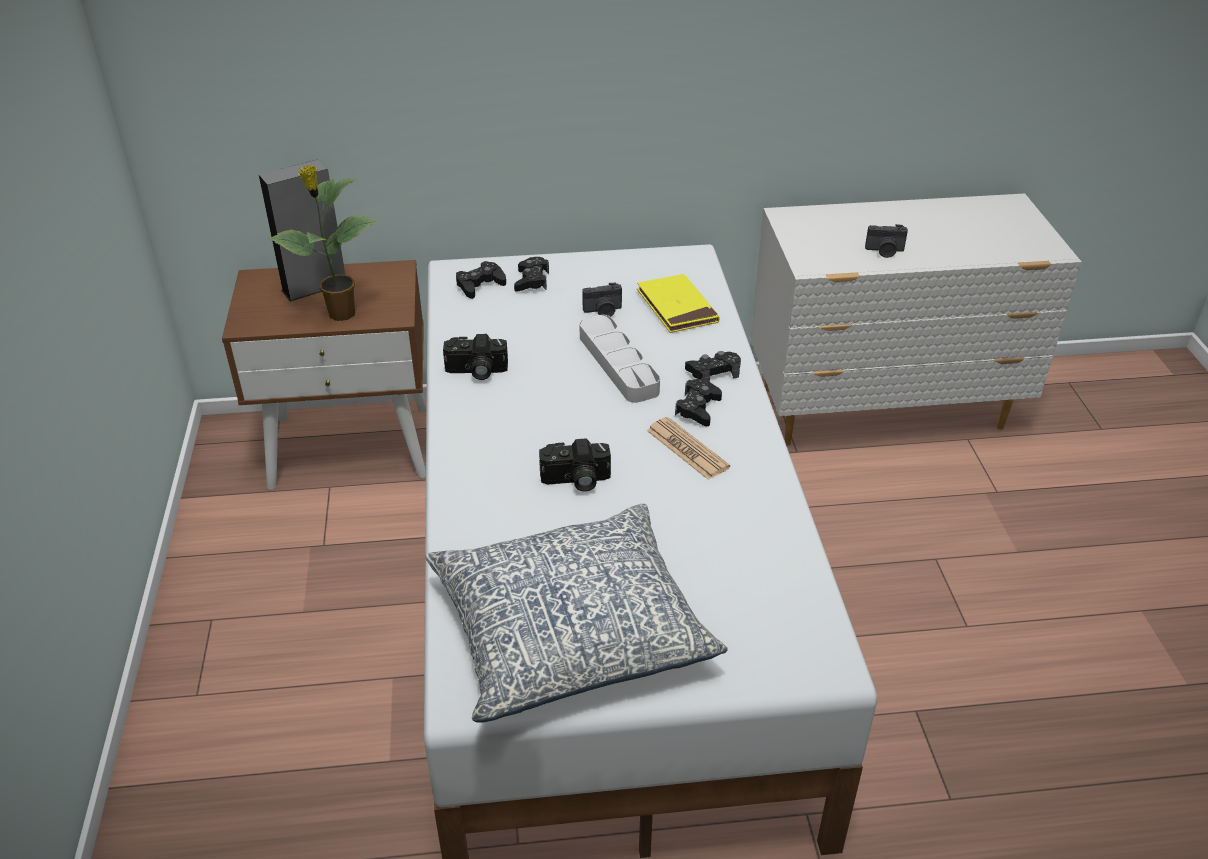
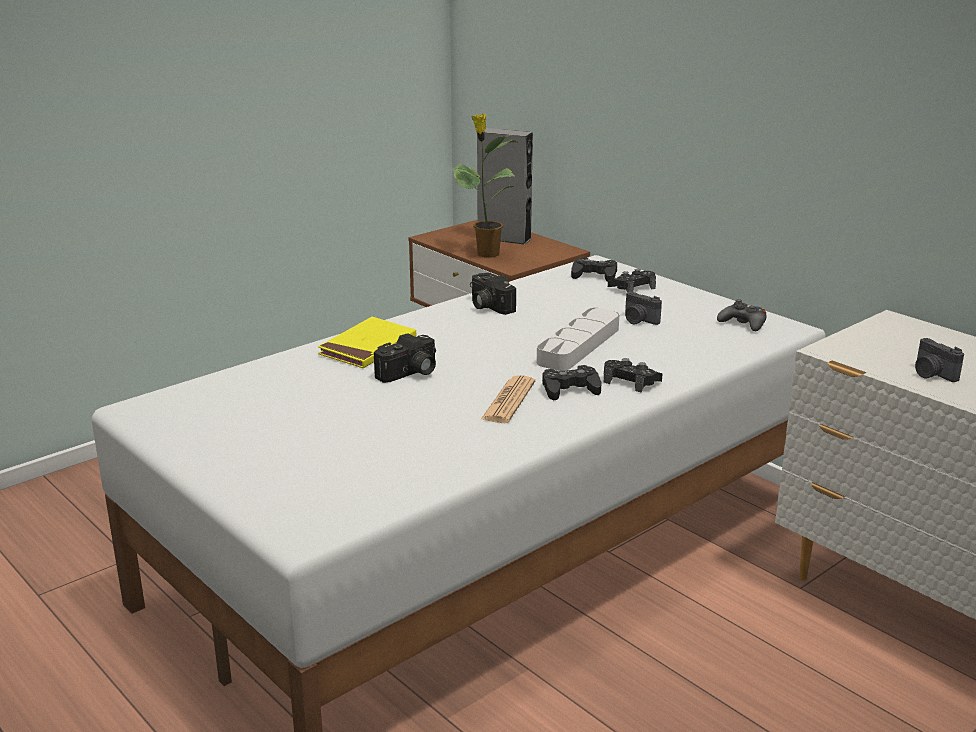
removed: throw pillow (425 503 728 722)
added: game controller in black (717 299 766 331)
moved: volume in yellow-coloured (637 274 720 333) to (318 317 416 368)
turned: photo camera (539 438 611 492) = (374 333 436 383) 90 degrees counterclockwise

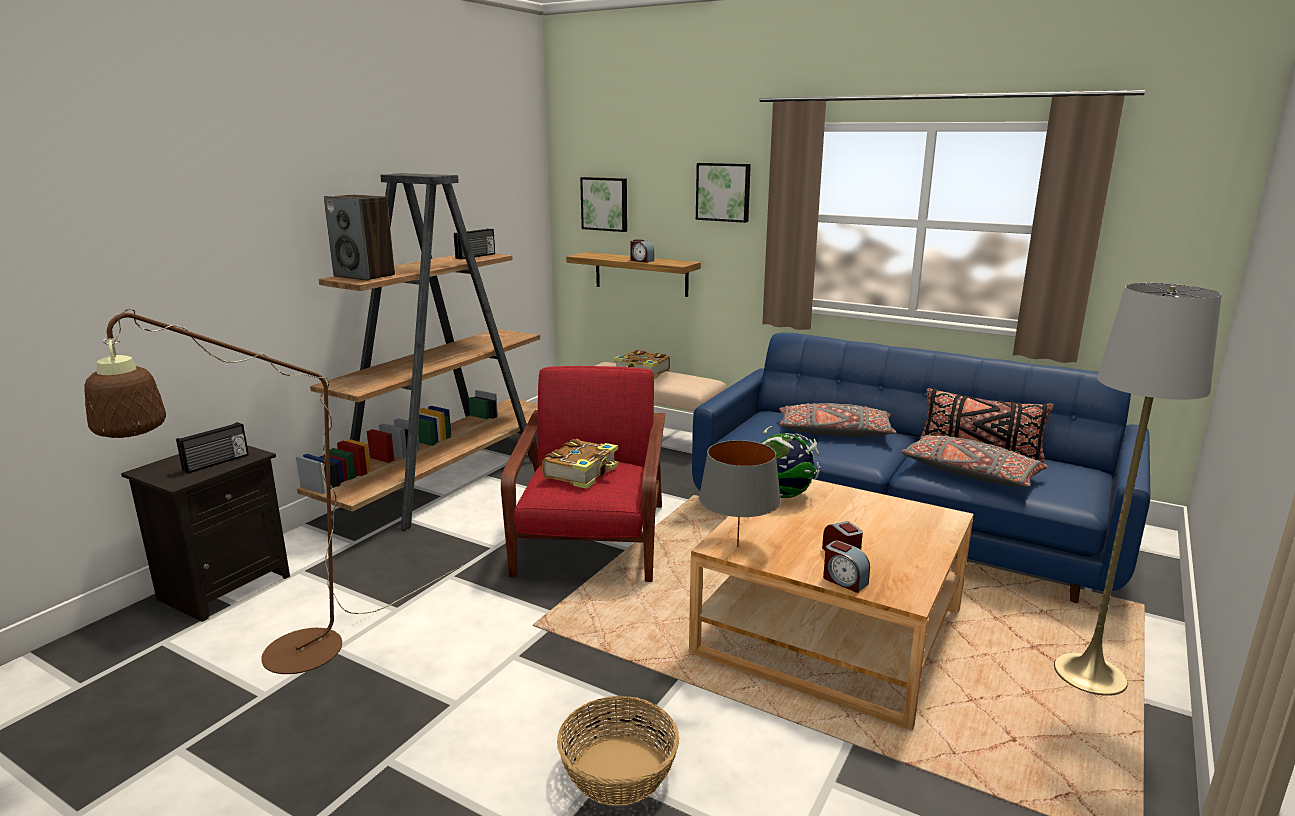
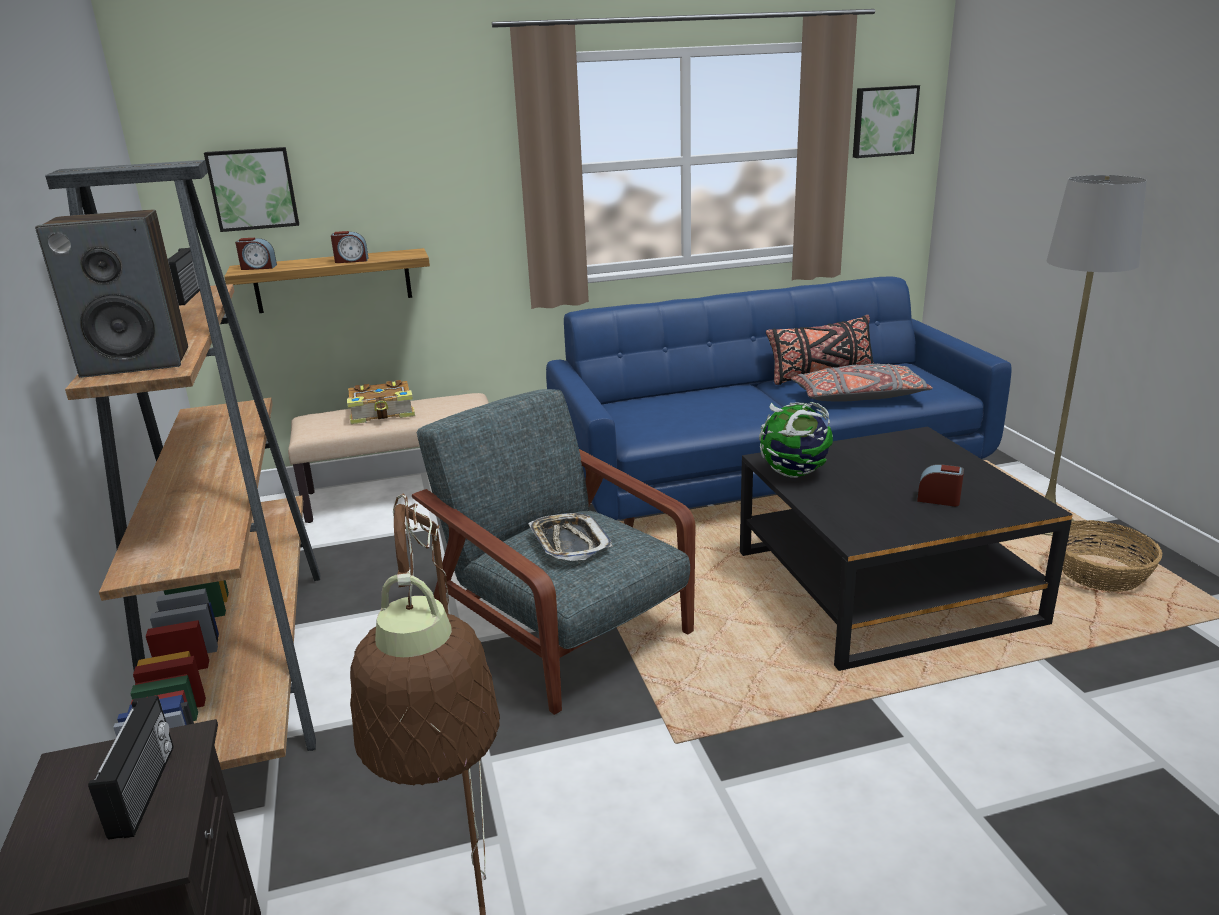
removed: throw pillow in greyish (779 403 896 437); lamp for a table in greyish (699 440 781 547)
moved: picture (696 163 751 223) to (853 85 920 158); alarm clock (823 541 870 593) to (235 238 277 270); storage basket (557 696 679 806) to (1052 520 1162 592)
replaced: volume (542 439 618 489) to tray (528 513 612 561)
recoloured: armchair in red-coloured (501 366 665 582) to armchair in greyish (412 389 695 715); coffee table in sand-coloured (689 479 974 731) to coffee table in black (740 427 1073 671)

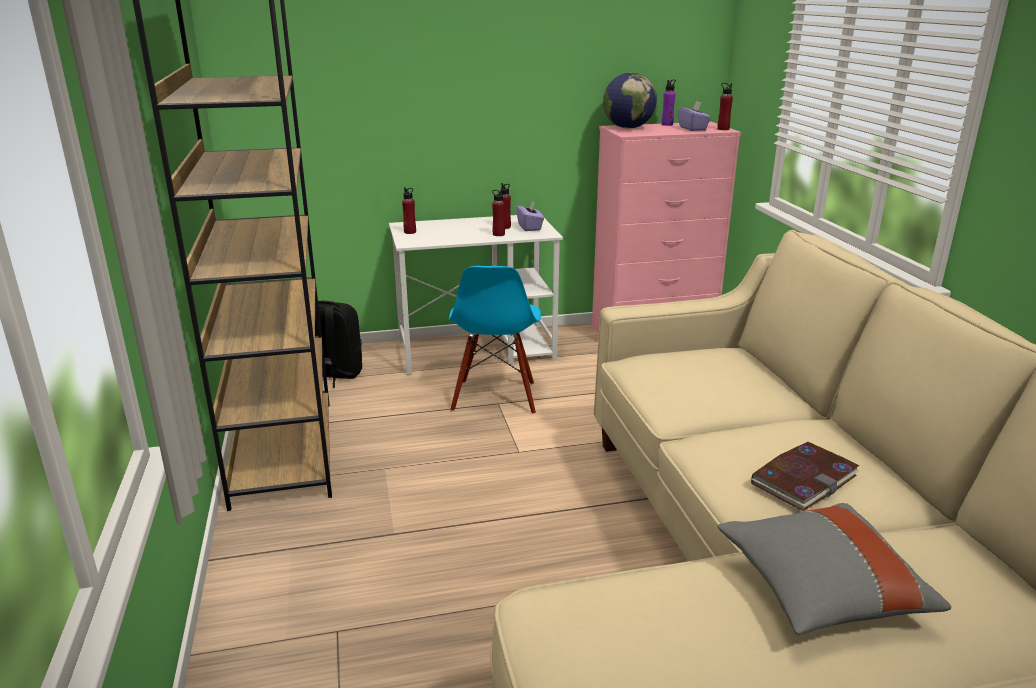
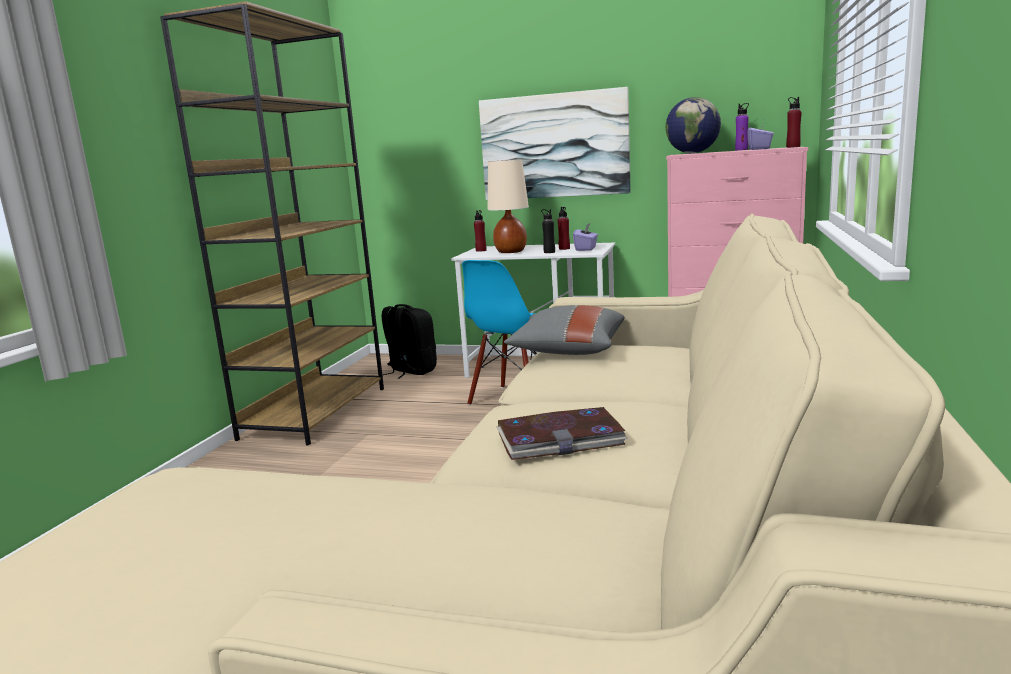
added: picture (479 87 630 200); lamp for a table in sand-coloured (488 159 529 253)
moved: throw pillow in greyish (717 503 951 635) to (504 305 625 355)
recoloured: drink bottle in red-coloured (492 189 505 236) to drink bottle in black (541 209 555 253)

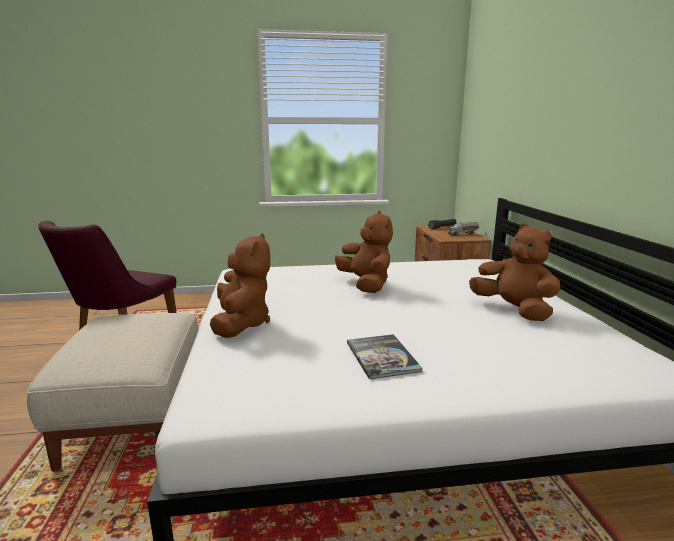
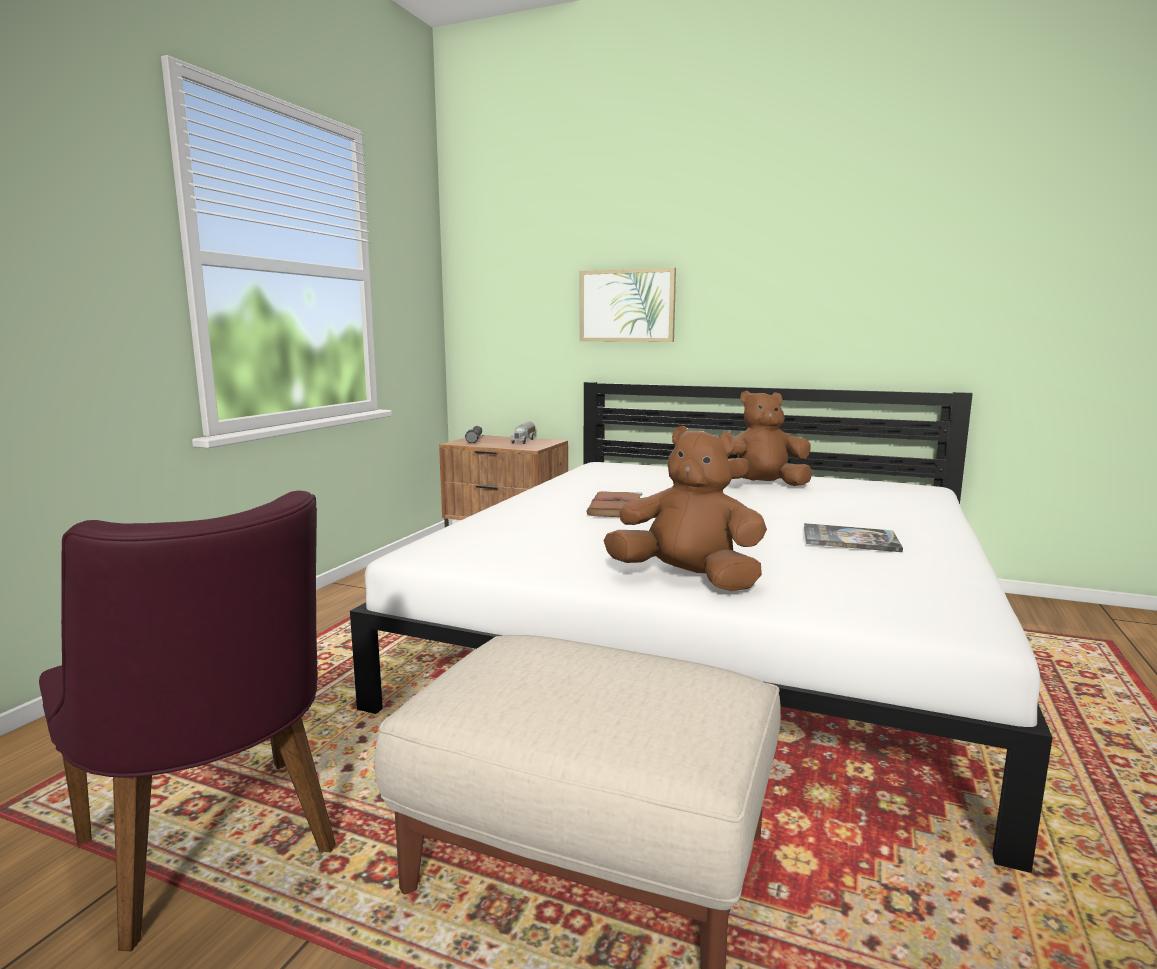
added: picture (580 268 676 342)
replaced: soft toy in brownish (335 211 393 293) to volume in brownish (586 491 642 517)

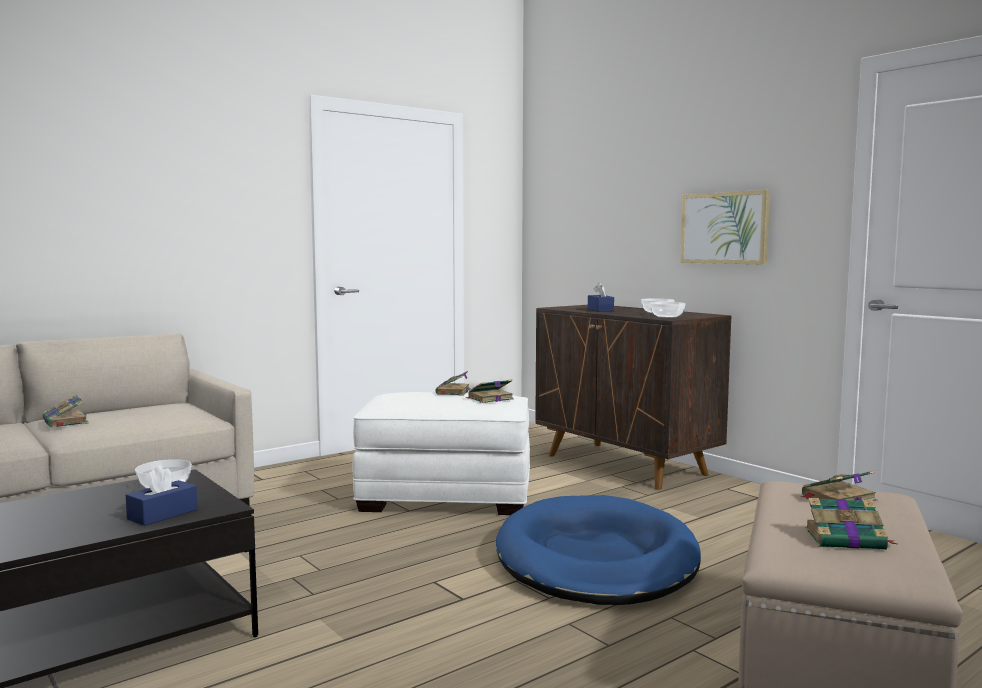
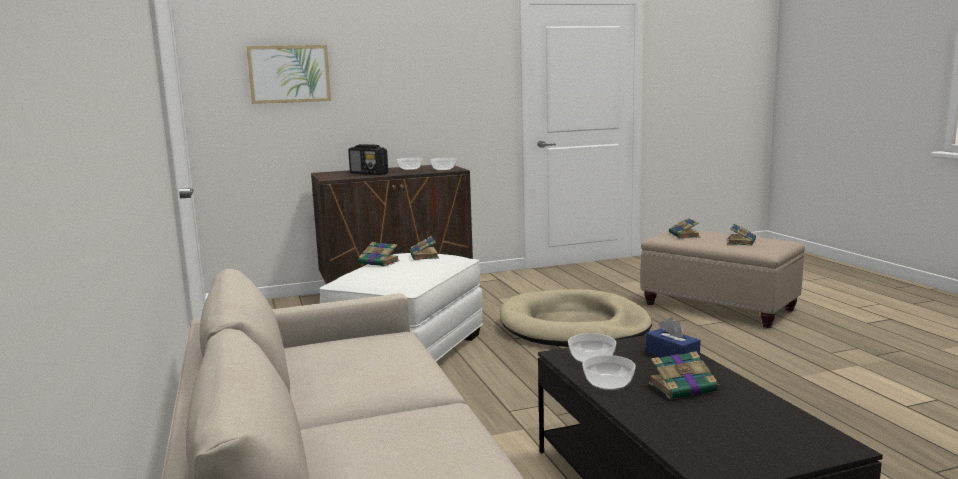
added: bowl (582 355 636 390)
moved: picture (680 190 770 265) to (246 45 331 104); volume (43 395 89 428) to (649 351 721 399)
replaced: tissue box in blue (588 283 614 311) to radio (348 144 388 175)
recoloured: dog cushion in blue (496 495 701 605) to dog cushion in sand-coloured (500 289 652 347)

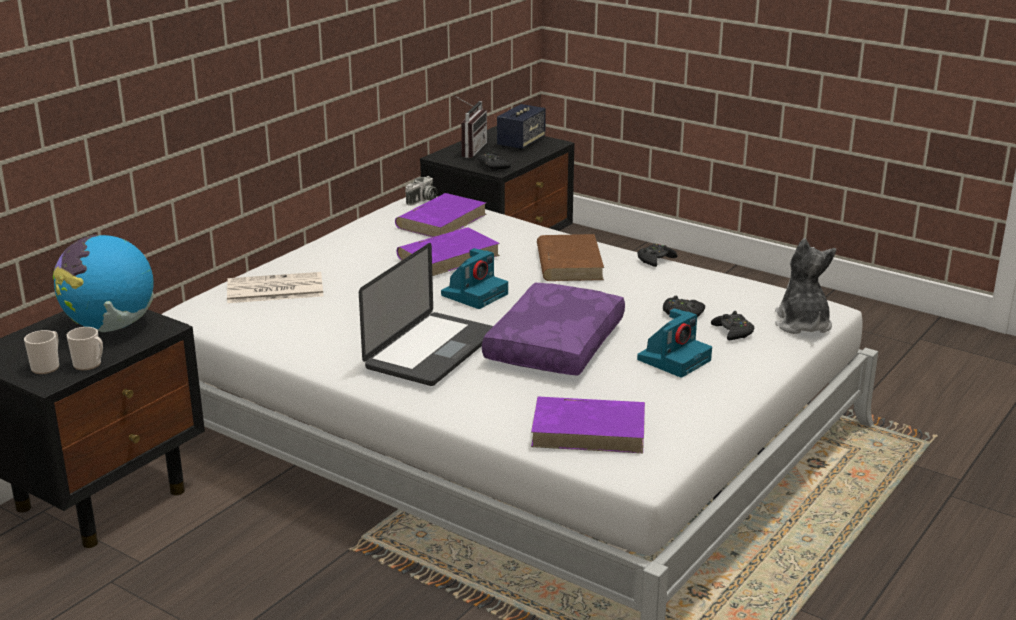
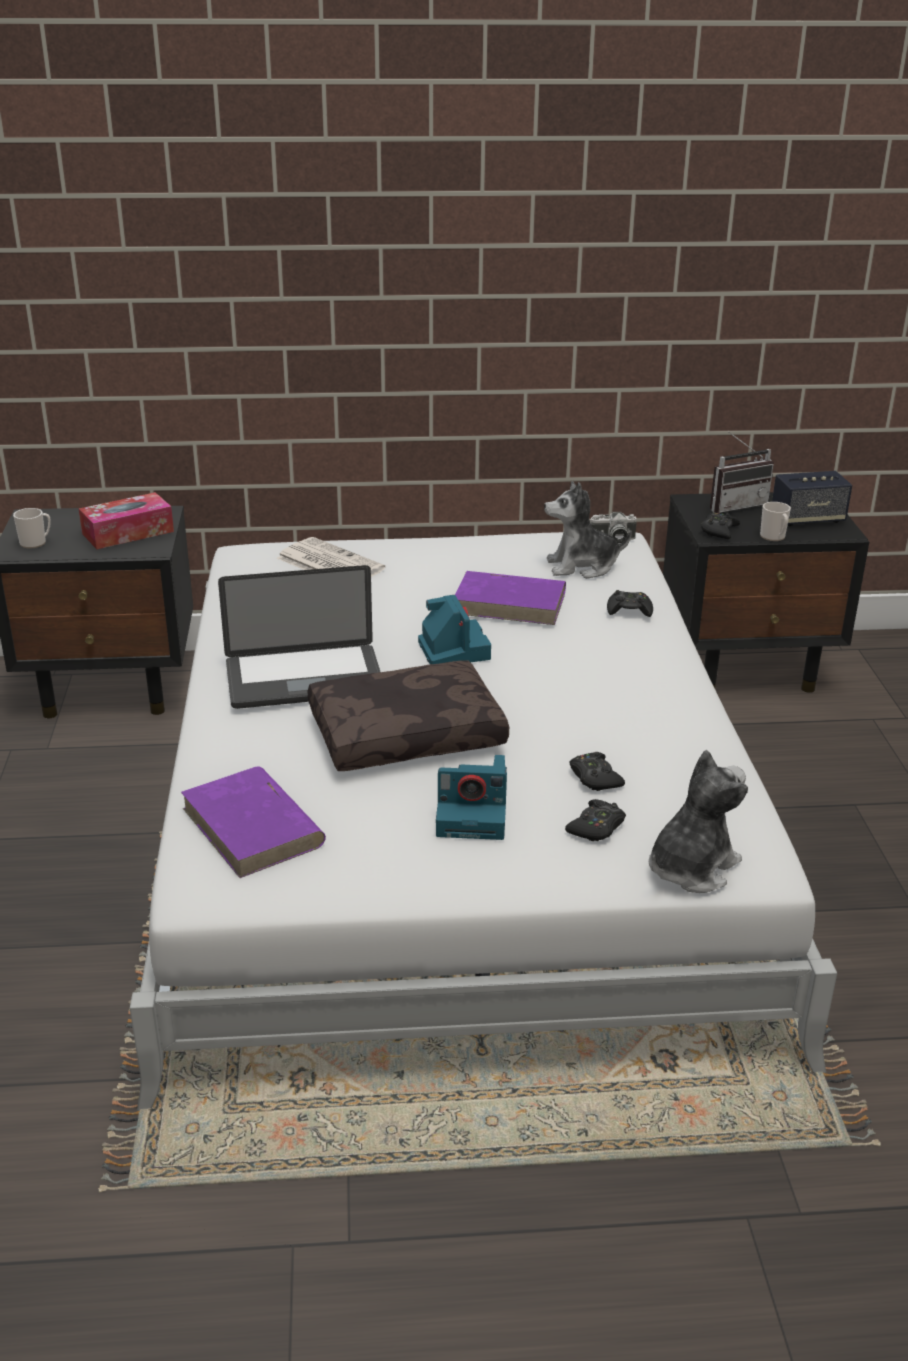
removed: volume in brownish (537 234 604 281)
moved: game controller in black (637 243 678 267) to (607 590 653 617); mug (67 327 103 370) to (760 502 791 541)
replaced: volume in purplish (395 193 486 237) to soft toy (544 481 632 579); globe (53 234 154 332) to tissue box (79 492 174 549)
recoloured: throw pillow in purplish (482 283 625 376) to throw pillow in brownish (308 660 509 771)
turned: photo camera (441 248 508 309) = (418 595 491 664) 105 degrees counterclockwise

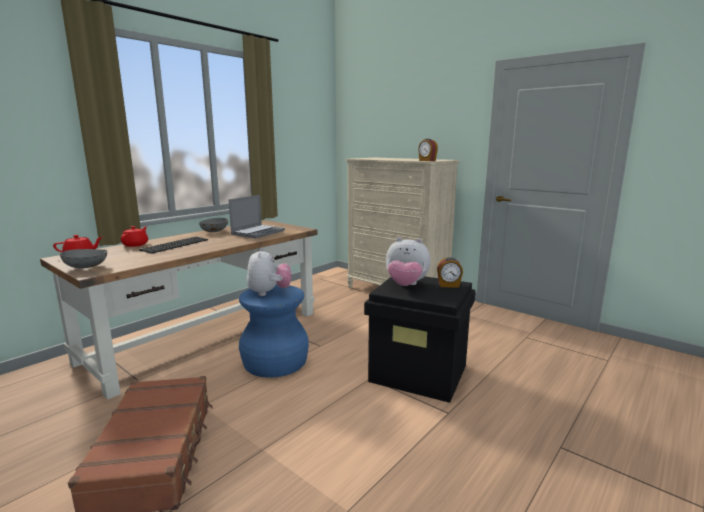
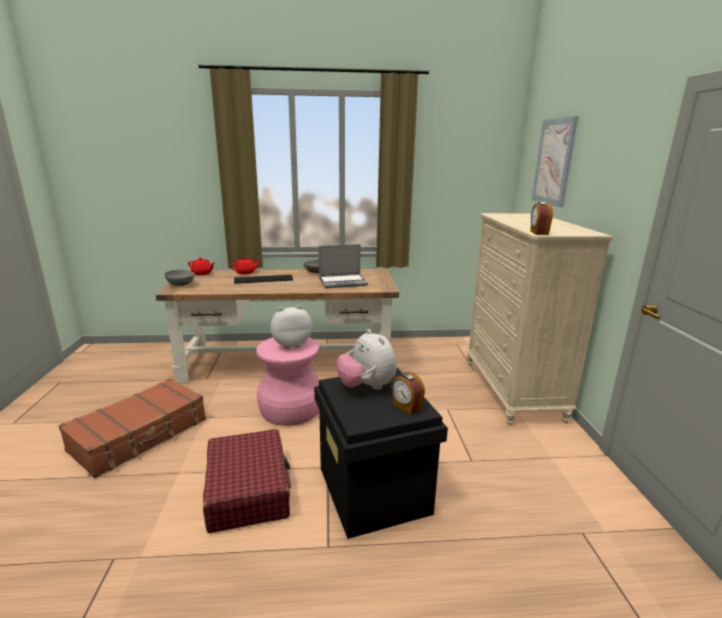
added: picture (532 116 578 207); travel case in red-coloured (203 429 291 533)
recoloured: stool in blue (239 284 309 378) to stool in pinkish (256 338 320 426)
turned: soft toy (247 248 291 296) = (270 305 312 349) 150 degrees counterclockwise

